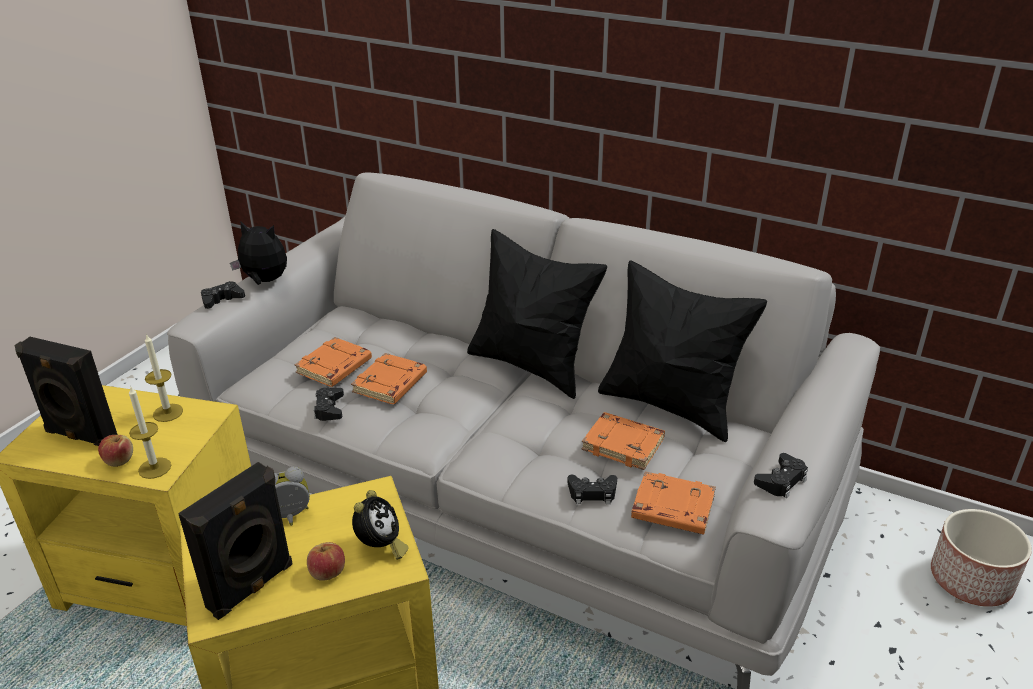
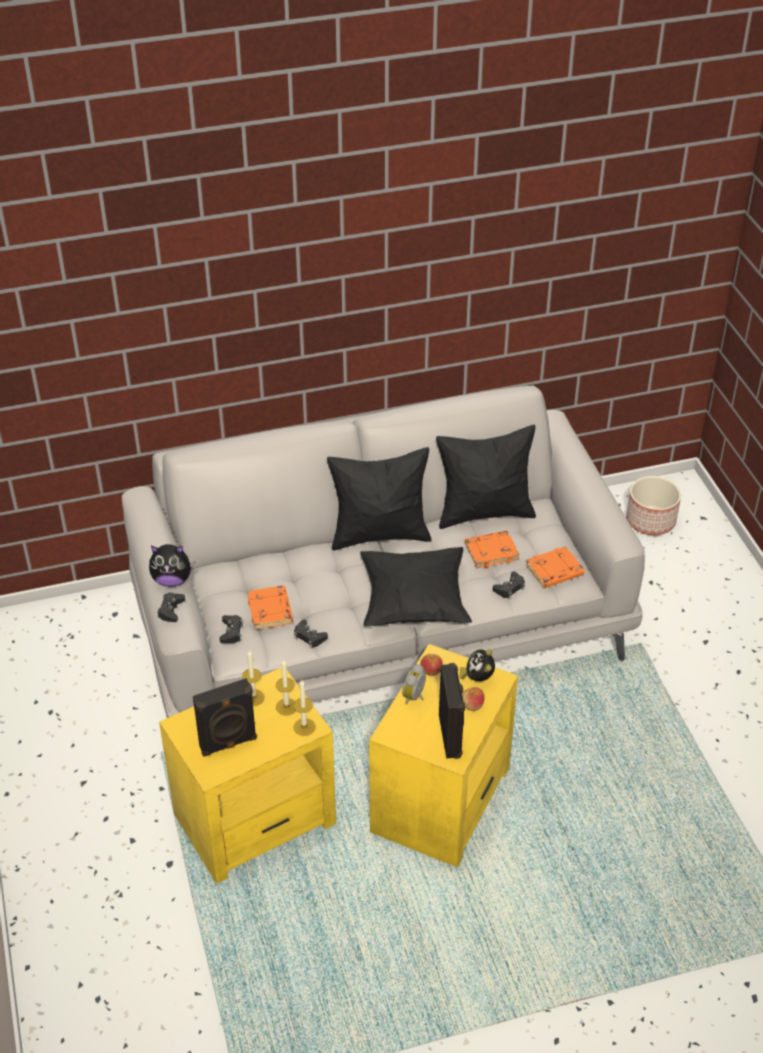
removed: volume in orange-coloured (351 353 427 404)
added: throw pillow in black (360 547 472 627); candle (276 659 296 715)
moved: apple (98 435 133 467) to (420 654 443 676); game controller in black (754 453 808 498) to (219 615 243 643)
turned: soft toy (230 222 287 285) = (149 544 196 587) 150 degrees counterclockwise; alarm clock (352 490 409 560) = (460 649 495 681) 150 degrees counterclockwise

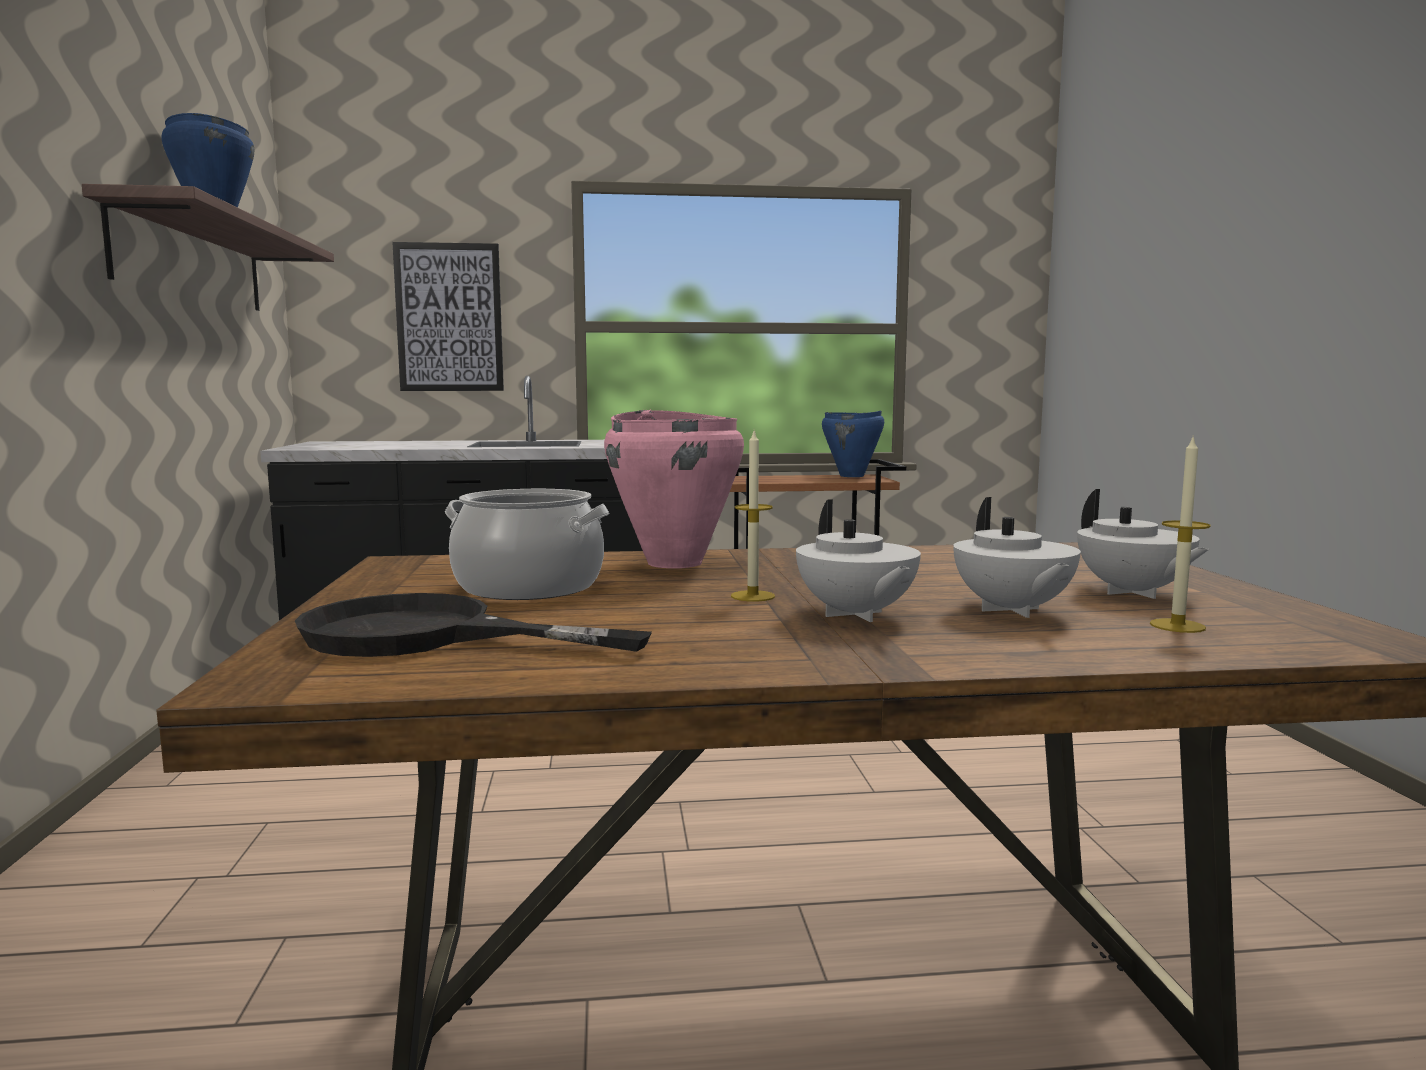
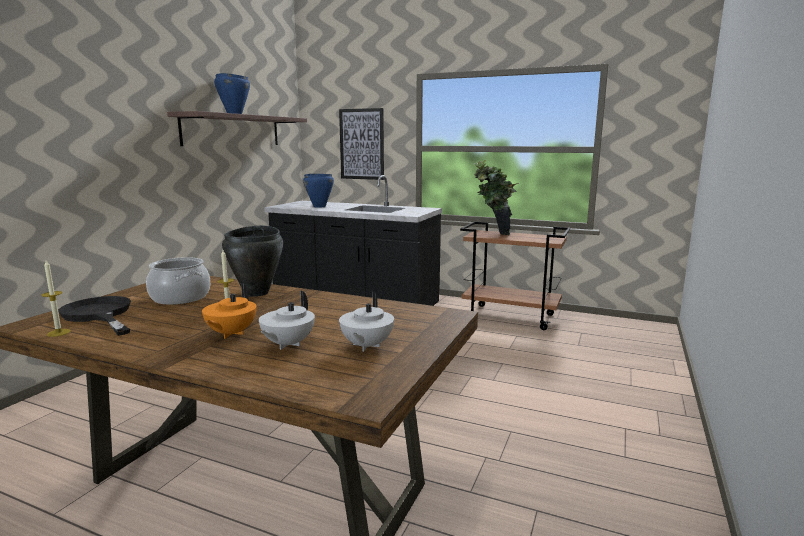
added: houseplant (474 160 519 235)
moved: cooking pot in blue (822 411 884 477) to (303 174 334 208); candle (1150 435 1211 633) to (41 260 71 337)
recoloured: cooking pot in pinkish (604 410 744 568) to cooking pot in black (222 225 283 297); pot for tea in whitish (796 499 921 622) to pot for tea in orange-coloured (202 283 257 339)

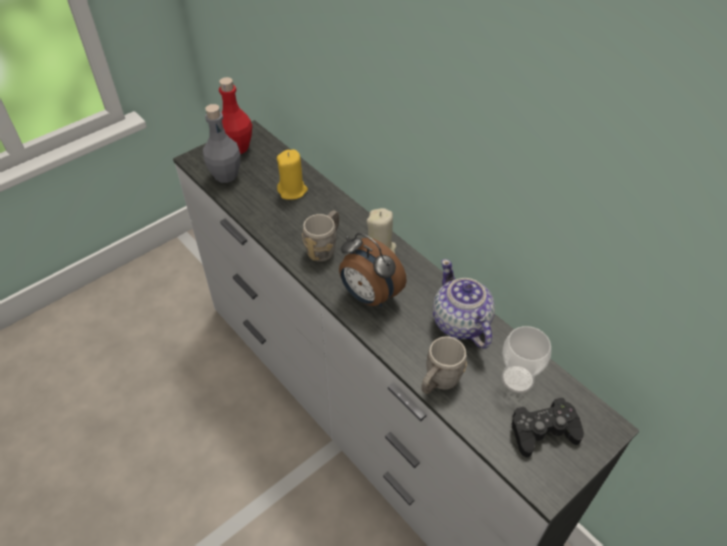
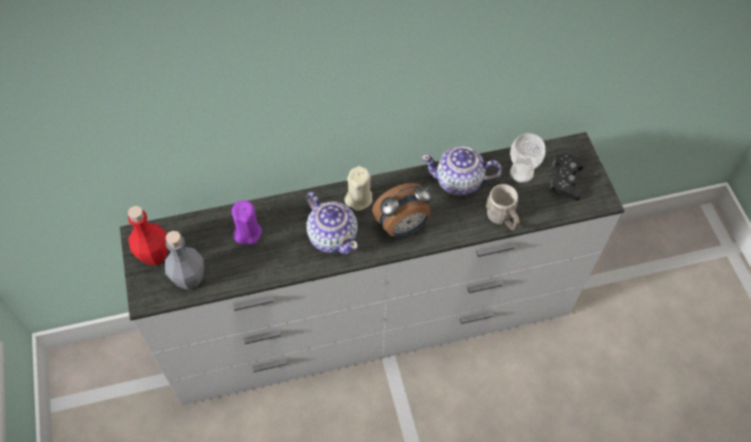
replaced: mug in greyish (302 210 339 262) to pot for tea (306 192 358 255)
recoloured: candle in yellow-coloured (277 149 308 200) to candle in purplish (232 201 262 245)

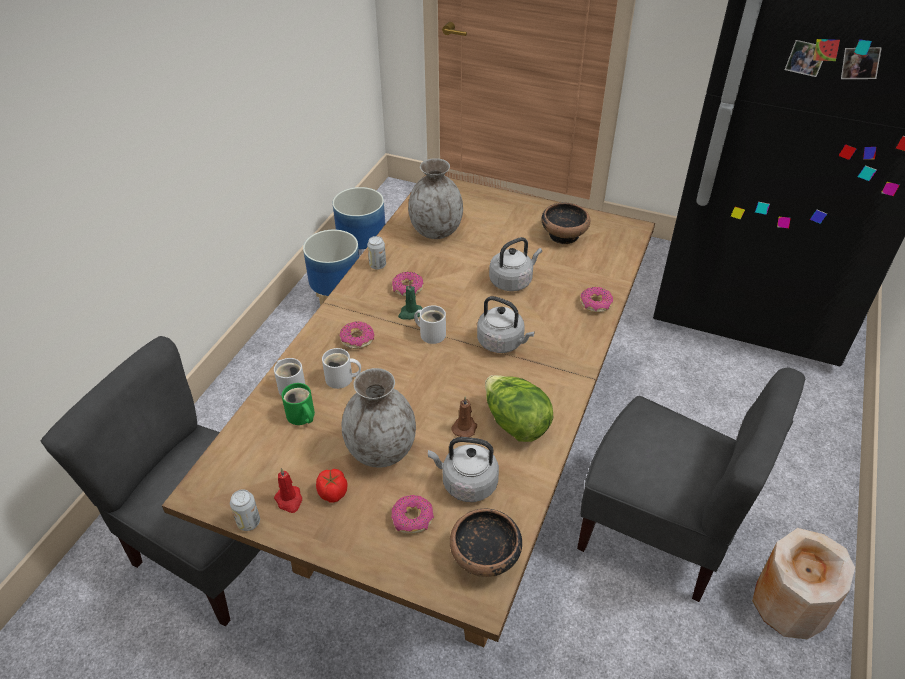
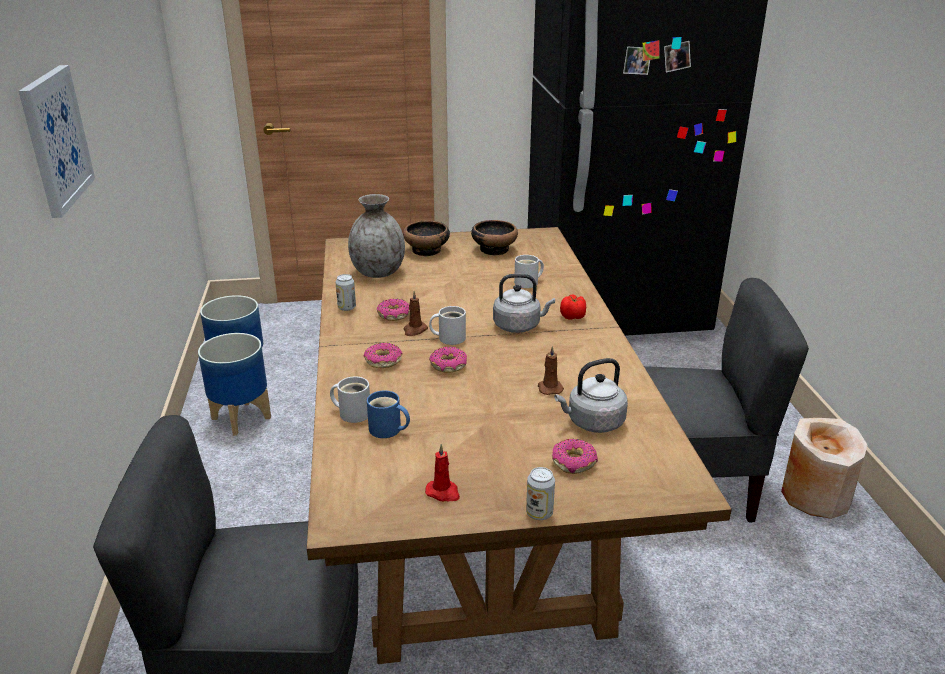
removed: kettle in greyish (489 237 542 291); decorative vase in greyish (342 368 416 468); head of lettuce (485 375 554 442)
added: picture (19 65 95 218)
moved: donut (581 287 613 312) to (429 347 467 373); mug in whitish (322 348 361 389) to (514 255 544 288); whole tomato (316 469 347 503) to (560 294 586 320); metal can (230 489 260 531) to (526 467 555 520); bowl (450 509 522 577) to (403 220 450 256)
recoloured: candle in greenish (398 281 423 320) to candle in brownish (404 291 428 336); mug in greenish (282 383 315 425) to mug in blue (367 391 410 438)

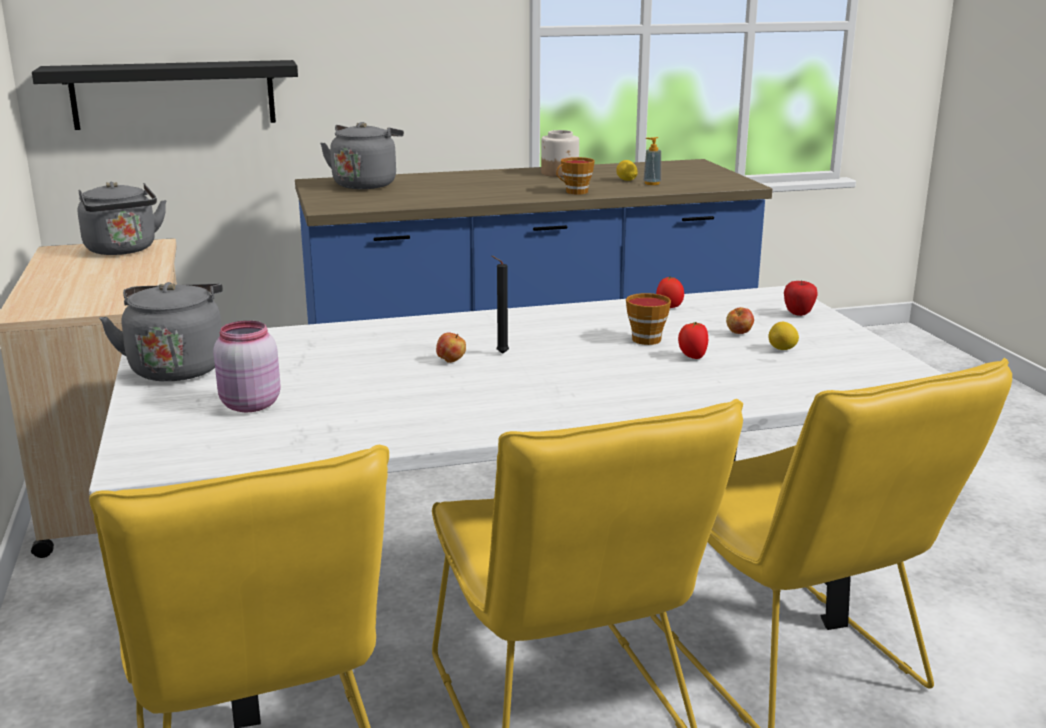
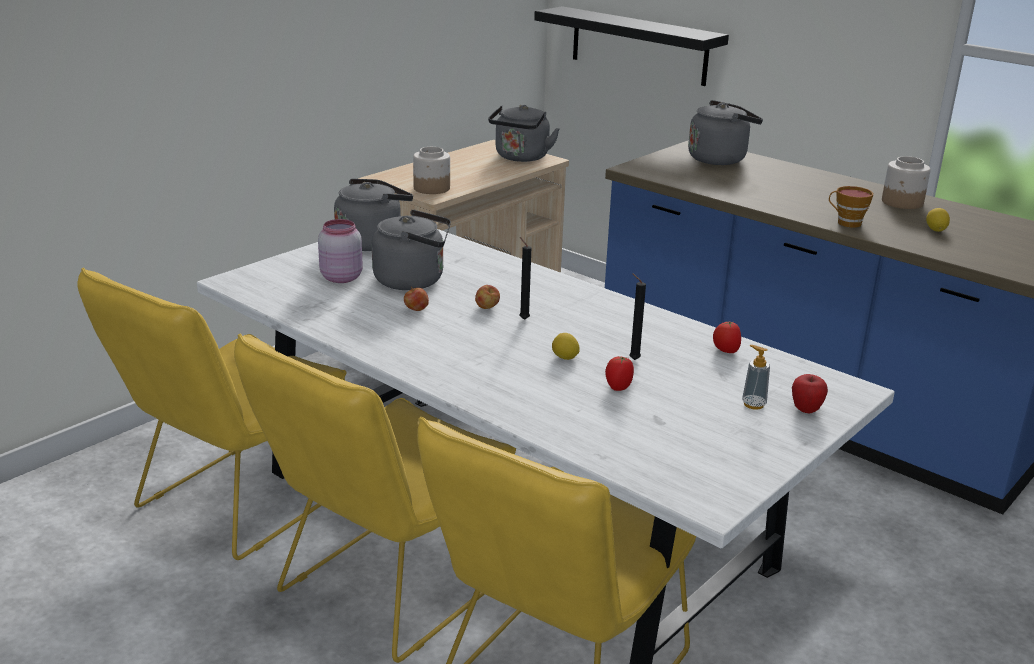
added: preserve jar (413 147 450 194); kettle in greyish (372 210 451 290)
moved: liquid soap bottle (643 137 661 185) to (742 345 770 410); apple (726 307 754 334) to (404 287 429 311); whole lemon (768 322 799 350) to (552 333 579 360)
replaced: cup (626 293 671 345) to candle in black (629 273 646 360)

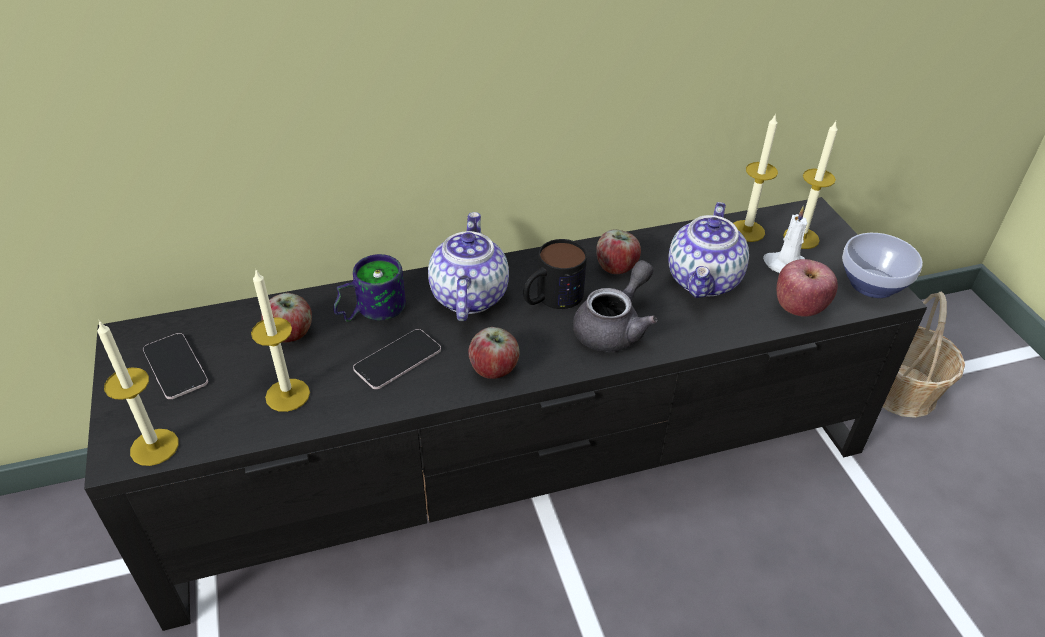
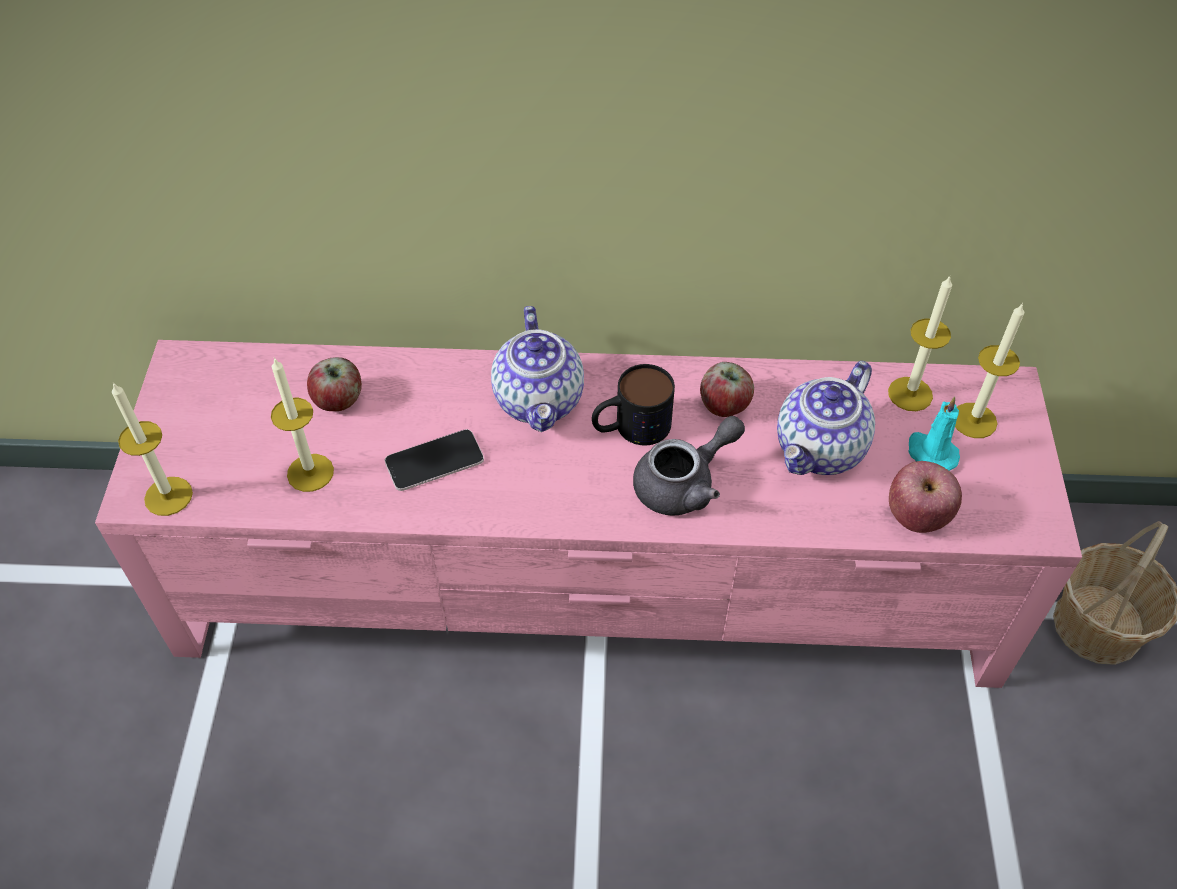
removed: bowl (842 233 923 298); mug (333 254 406 322); apple (468 327 520 379); handset (143 333 208 399)
recoloured: tv stand in black (84 197 927 631) to tv stand in pinkish (95 340 1082 688); candle in whitish (763 206 807 273) to candle in turquoise (908 396 960 471)
turned: pot for tea (428 212 509 321) = (491 306 584 432) 150 degrees clockwise

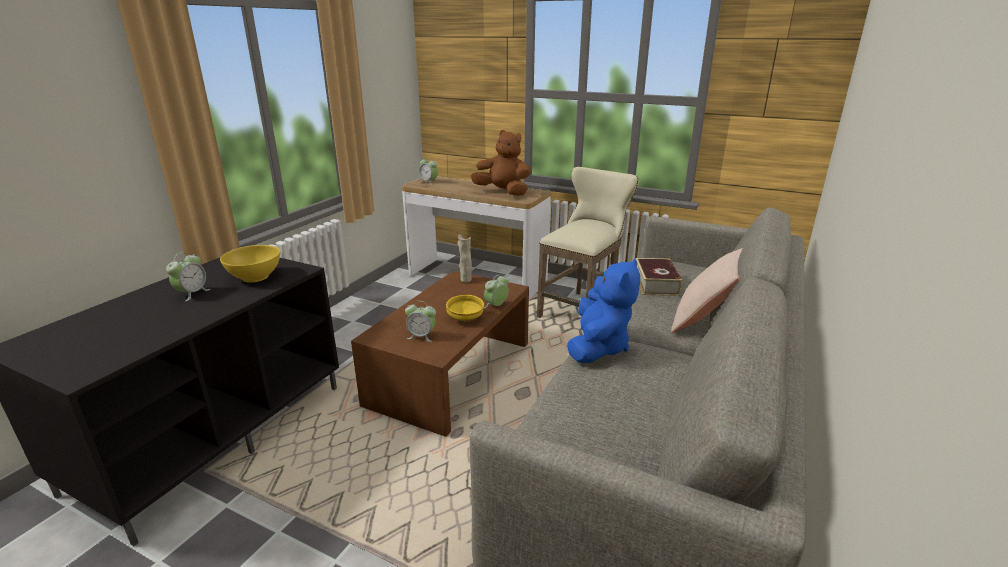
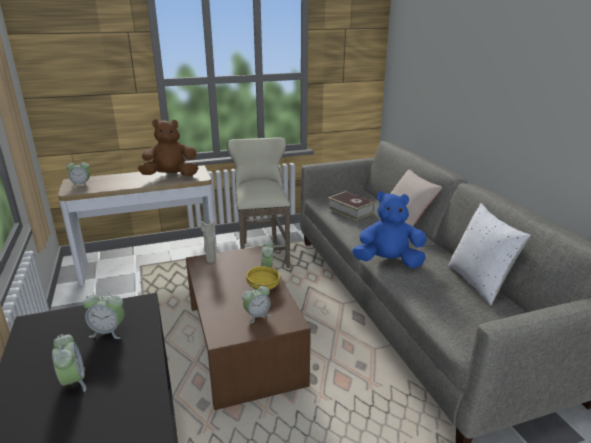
added: throw pillow in whitish (448 203 531 305)
replaced: bowl in yellow-coloured (220 245 280 283) to alarm clock (83 290 124 339)
turned: soft toy in blue (567 259 640 363) = (352 191 427 268) 60 degrees counterclockwise

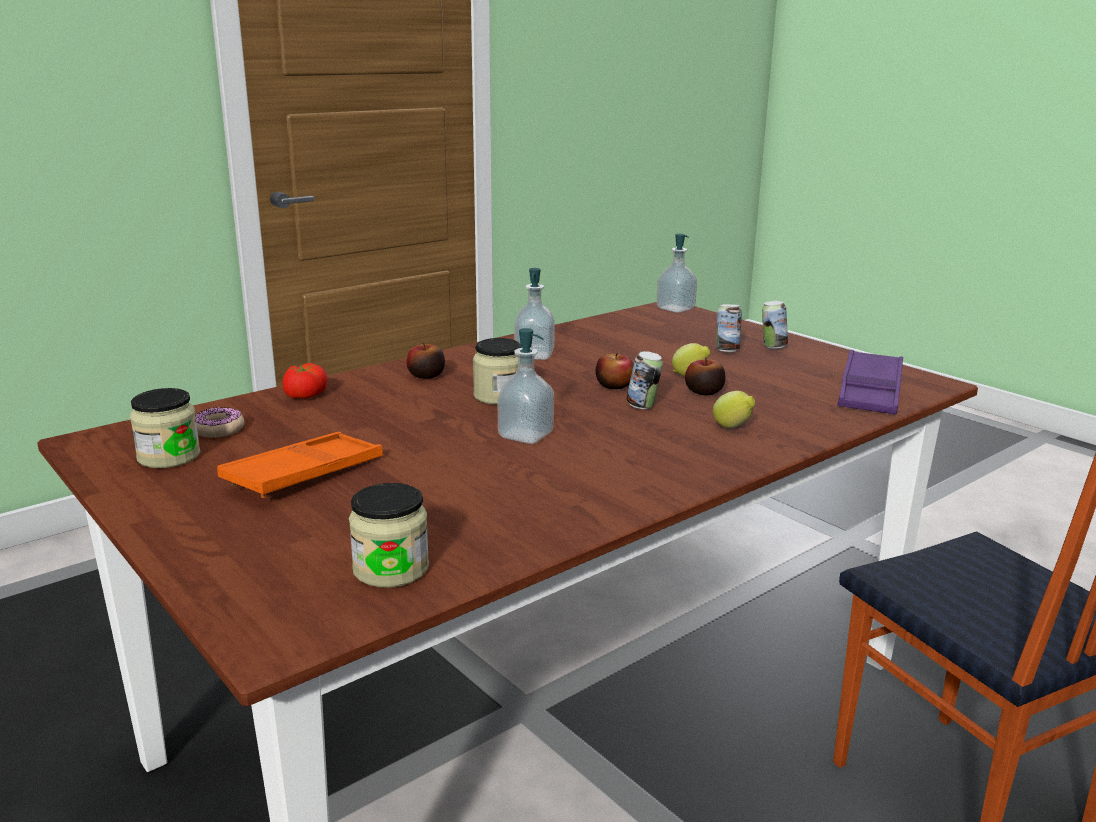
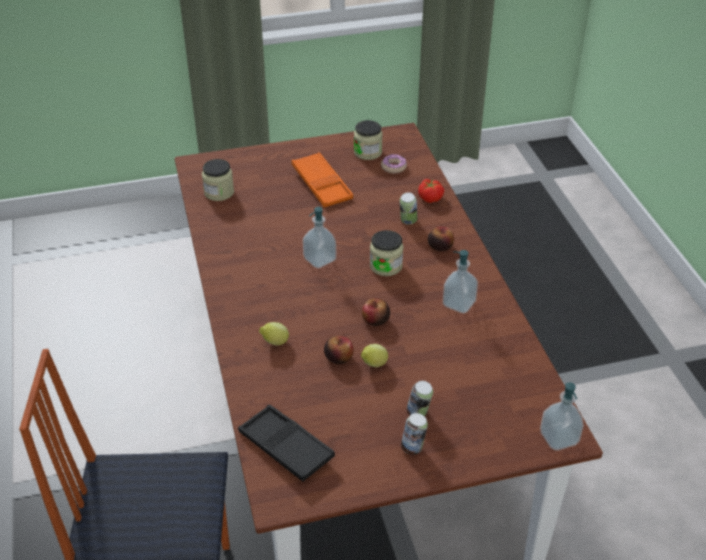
moved: metal can (626 351 663 409) to (400 193 418 225)
recoloured: tray in purplish (837 350 903 414) to tray in black (238 404 335 481)

